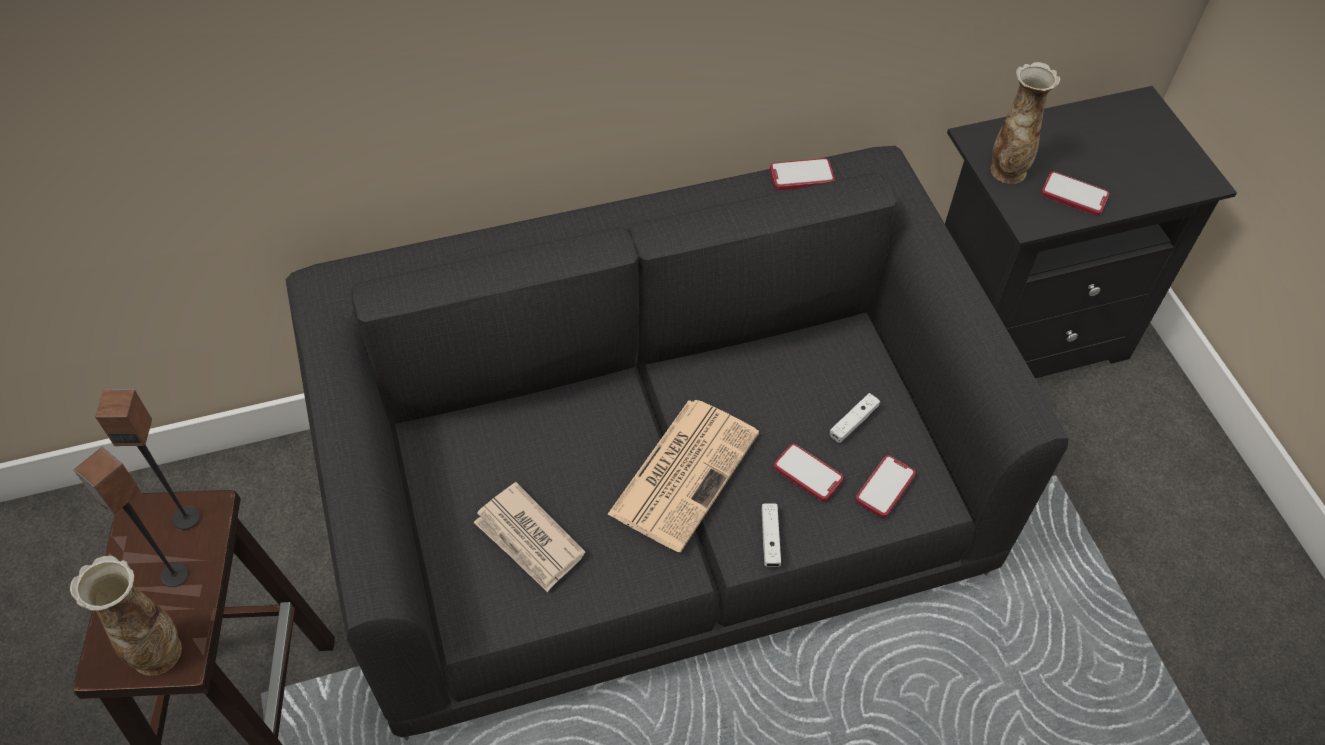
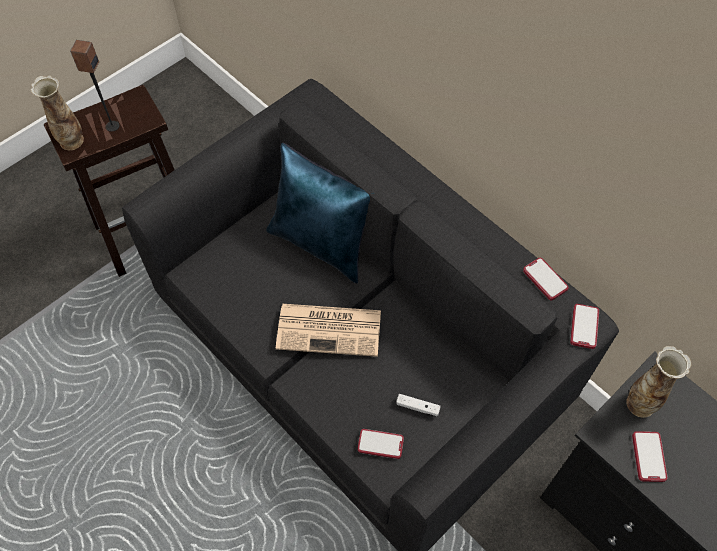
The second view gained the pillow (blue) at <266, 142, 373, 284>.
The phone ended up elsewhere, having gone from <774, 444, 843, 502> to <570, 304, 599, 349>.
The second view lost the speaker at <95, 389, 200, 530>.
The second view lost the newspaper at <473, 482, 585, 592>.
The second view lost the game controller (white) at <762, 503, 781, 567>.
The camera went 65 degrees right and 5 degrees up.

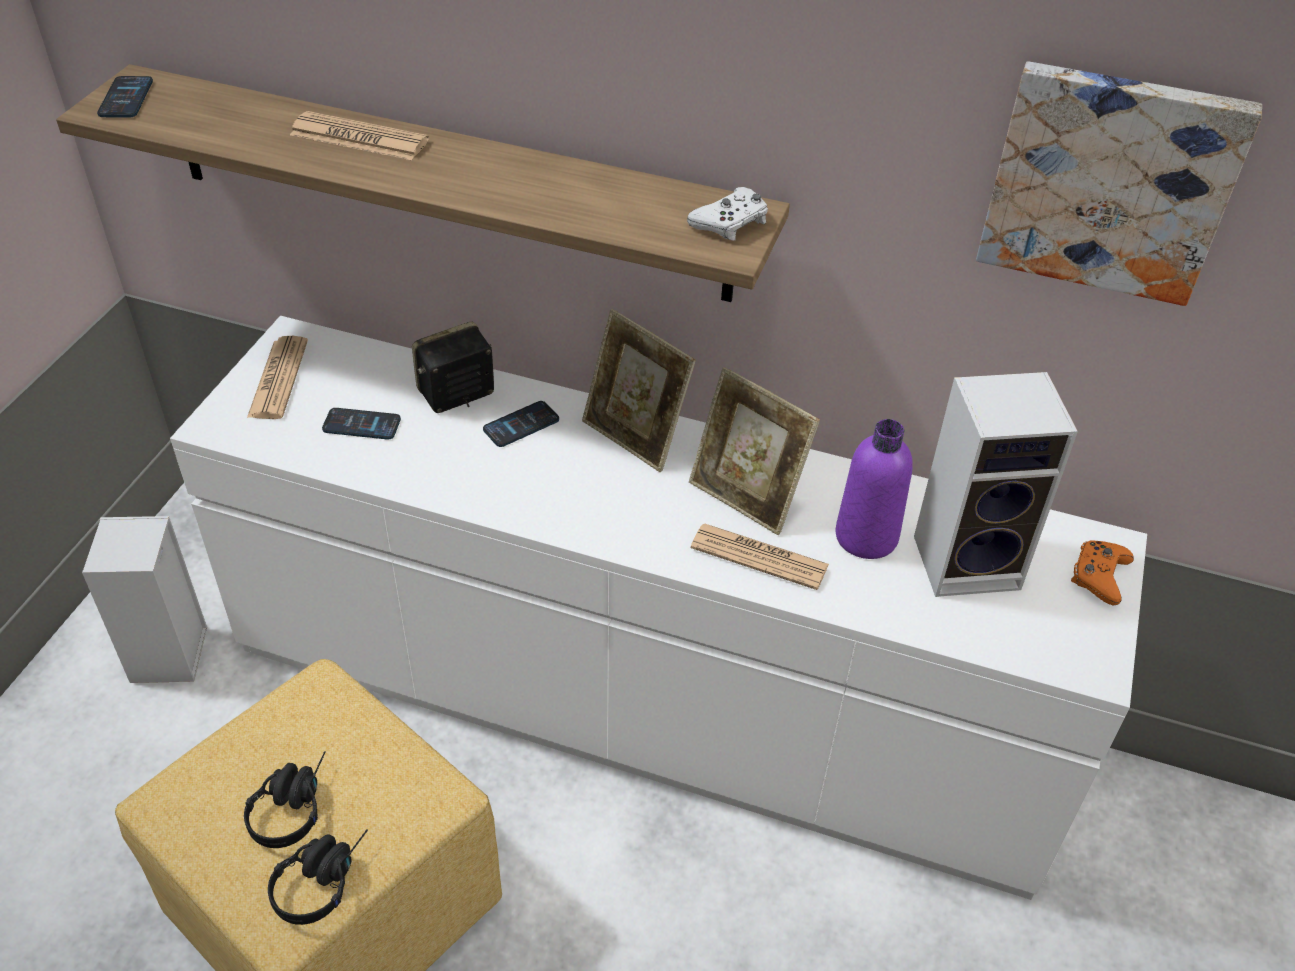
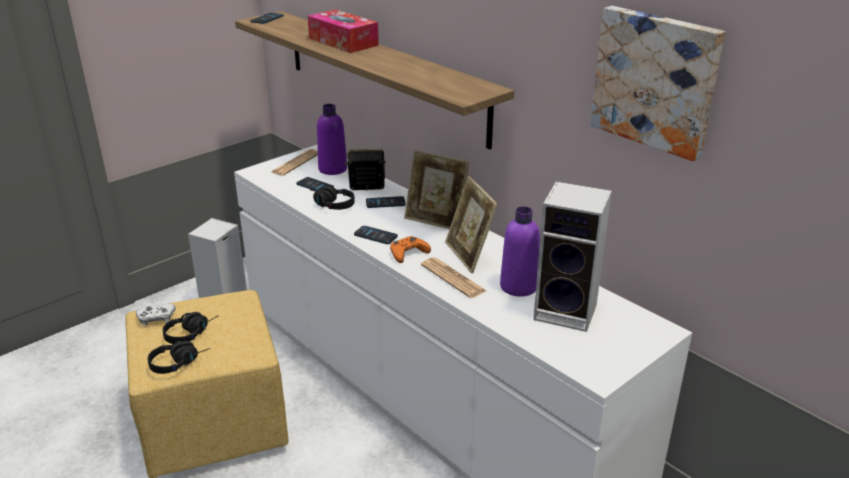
The game controller (white) ended up elsewhere, having gone from <687, 187, 768, 241> to <136, 304, 176, 326>.
Where the newspaper stood at <290, 111, 429, 160>, the tissue box came to stand at <308, 10, 379, 53>.
The second view gained the headphones (black) at <311, 186, 355, 210>.
The second view gained the bottle (purple) at <317, 104, 347, 175>.
The second view gained the phone at <354, 226, 398, 244>.
The game controller (orange) ended up elsewhere, having gone from <1071, 540, 1134, 606> to <390, 236, 431, 263>.
The picture frame at <582, 309, 696, 472> ended up facing another way, 45 degrees counterclockwise from before.
The camera went 30 degrees right and 15 degrees down.

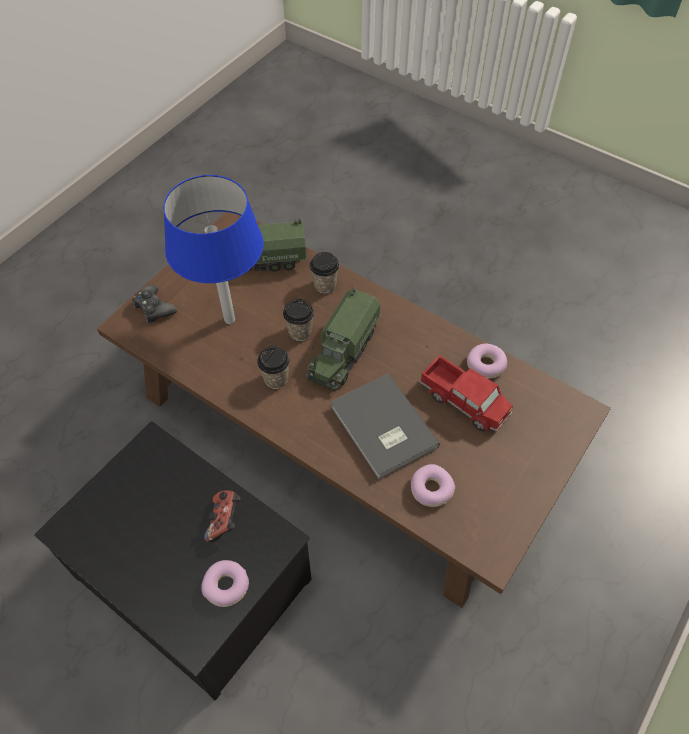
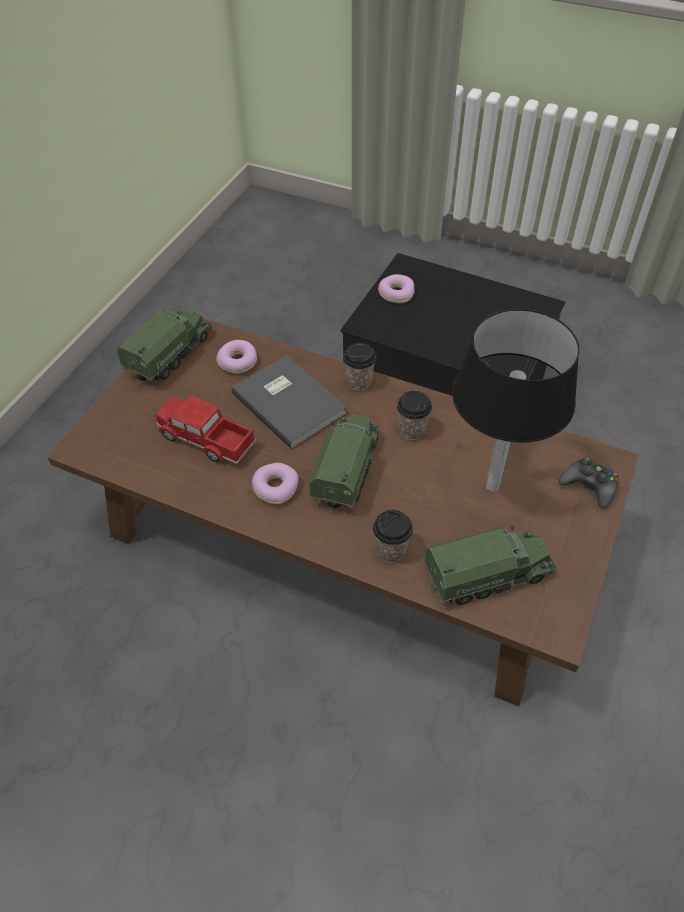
The second view gained the toy truck at <117, 310, 212, 383>.
The donut ended up elsewhere, having gone from <467, 344, 507, 379> to <252, 463, 299, 504>.
The cup ended up elsewhere, having gone from <283, 299, 314, 341> to <343, 343, 376, 391>.
What was the table lamp (blue) at <163, 175, 264, 324> turned into the table lamp (black) at <452, 309, 579, 492>.
The second view lost the game controller at <204, 490, 241, 543>.
The camera went 170 degrees right and 5 degrees down.

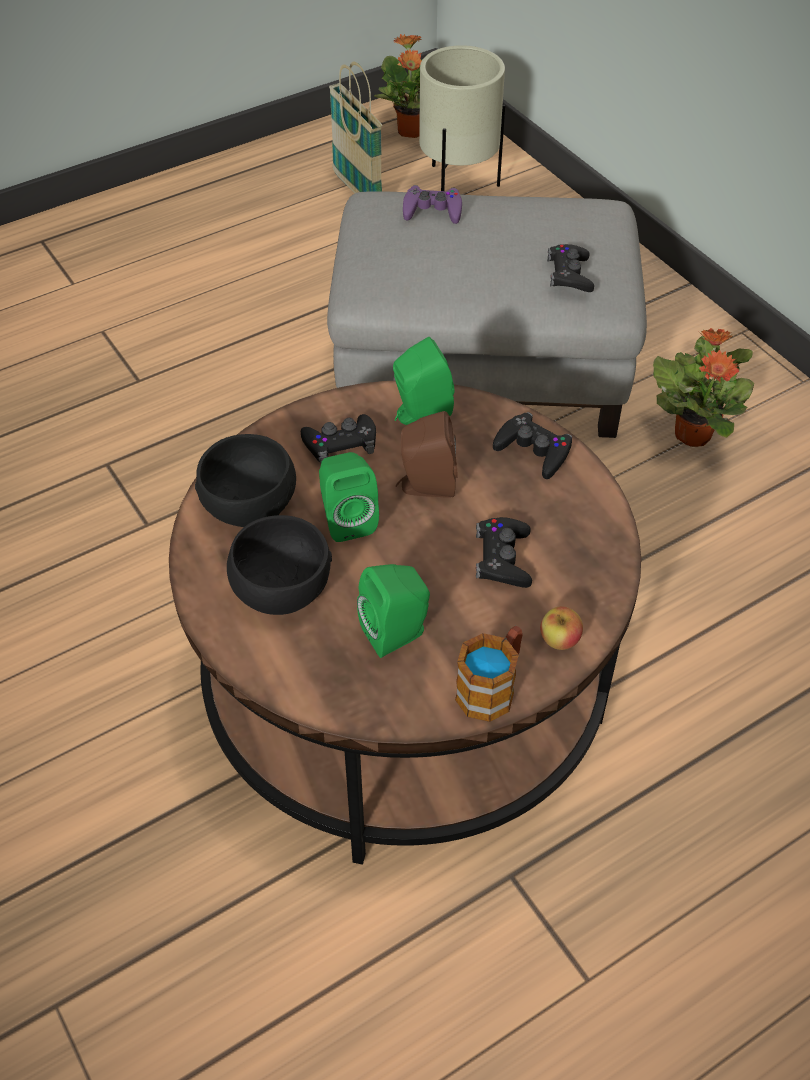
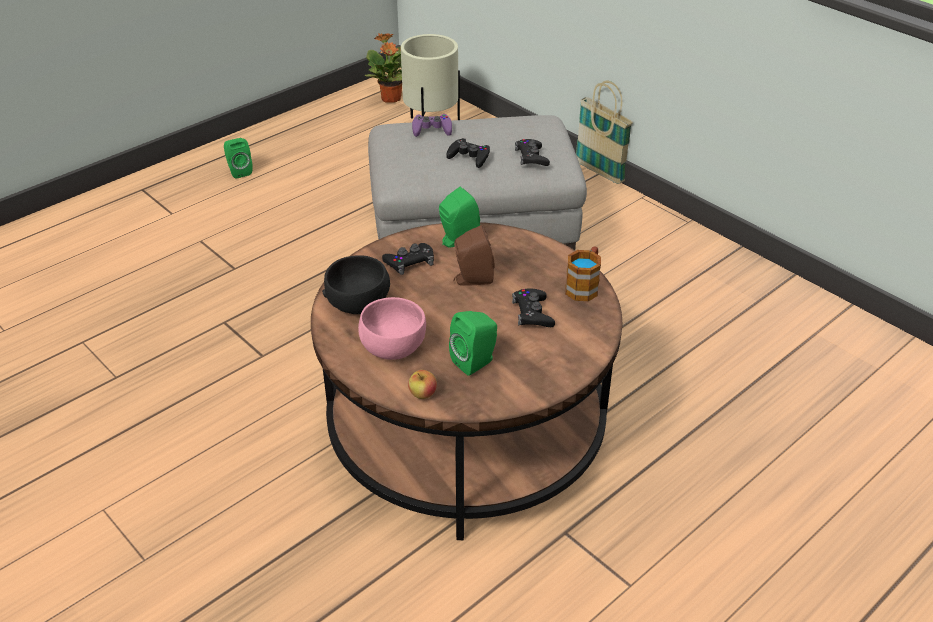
The speaker (green) ended up elsewhere, having gone from <319, 452, 379, 542> to <224, 138, 253, 179>.
What was the bowl (black) at <227, 515, 332, 615> turned into the bowl (pink) at <358, 297, 426, 360>.
The apple ended up elsewhere, having gone from <540, 606, 583, 650> to <408, 370, 437, 399>.
The game controller (black) ended up elsewhere, having gone from <493, 412, 572, 479> to <446, 138, 490, 168>.
The mug ended up elsewhere, having gone from <455, 626, 523, 722> to <565, 247, 601, 301>.
The basket ended up elsewhere, having gone from <329, 62, 382, 193> to <576, 80, 633, 184>.
The second view lost the potted plant at <653, 328, 754, 447>.
The camera went 10 degrees left and 10 degrees down.

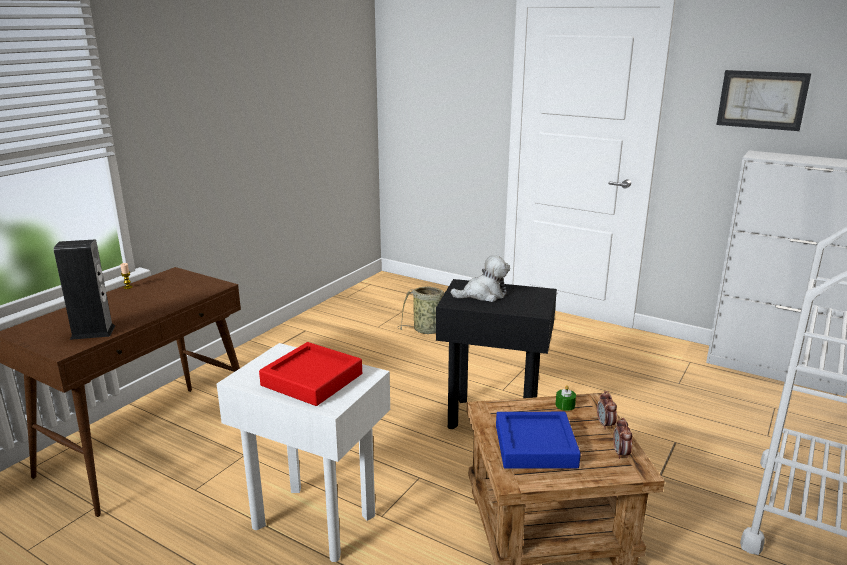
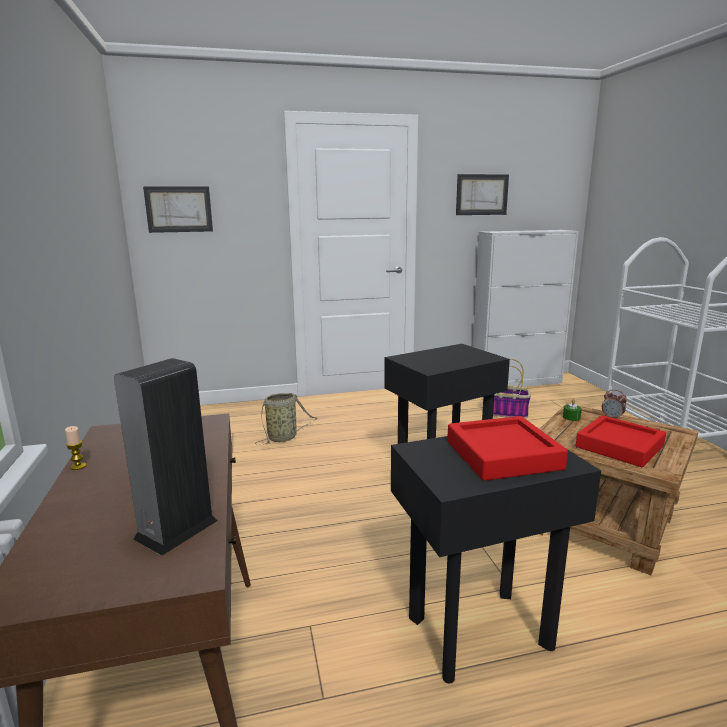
The second view gained the picture at <143, 186, 213, 233>.
What was the side table (white) at <217, 343, 390, 562> turned into the side table (black) at <391, 436, 601, 683>.
The second view gained the basket at <493, 359, 531, 419>.
What was the tray (blue) at <496, 412, 581, 469> turned into the tray (red) at <576, 415, 666, 467>.
The second view lost the plush toy at <450, 255, 510, 302>.
The second view lost the alarm clock at <613, 418, 632, 459>.
The camera went 45 degrees left and 5 degrees down.

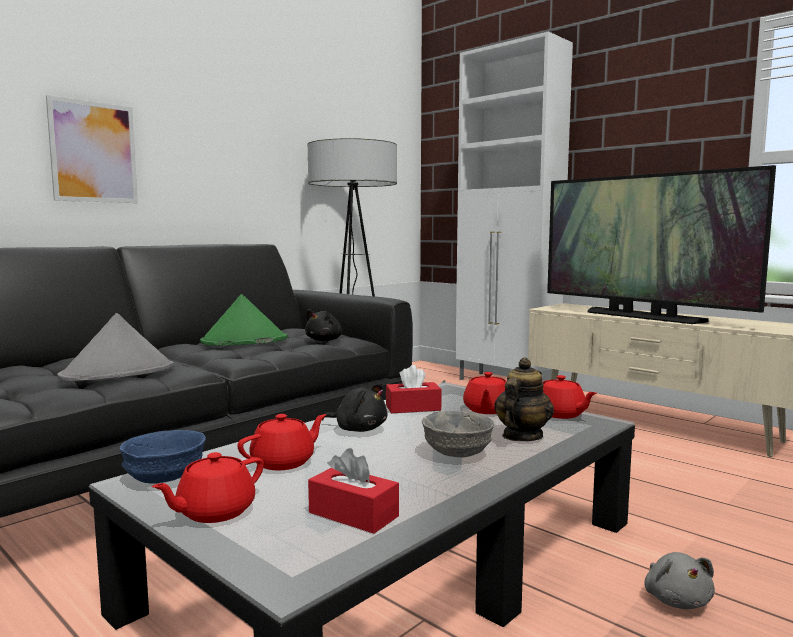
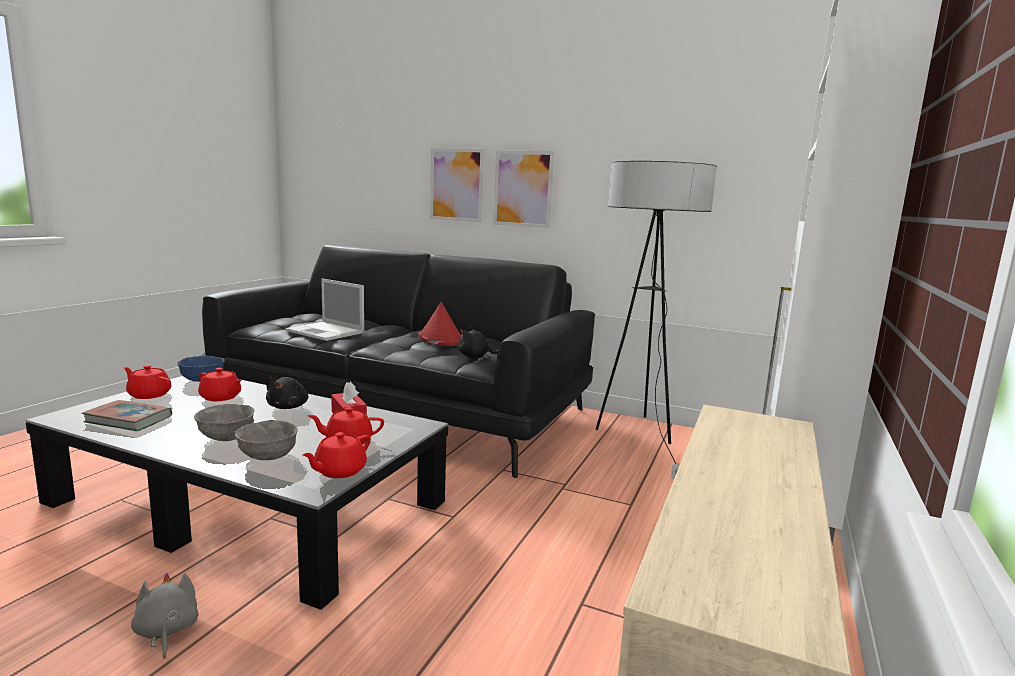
Where the tissue box (red) stood at <308, 448, 399, 534>, the book came to stand at <82, 400, 172, 431>.
The plush toy (grey) at <645, 552, 715, 609> ended up facing another way, 90 degrees clockwise from before.
Where the teapot stood at <494, 357, 554, 441>, the bowl (grey) came to stand at <235, 420, 298, 460>.
Where the hat (grey) stood at <57, 313, 174, 381>, the laptop came to stand at <285, 278, 364, 341>.
What was the hat (green) at <200, 294, 288, 346> turned into the hat (red) at <418, 302, 462, 346>.
The second view gained the picture at <493, 151, 554, 228>.
The second view lost the television at <547, 165, 776, 324>.
The camera went 70 degrees right and 5 degrees up.

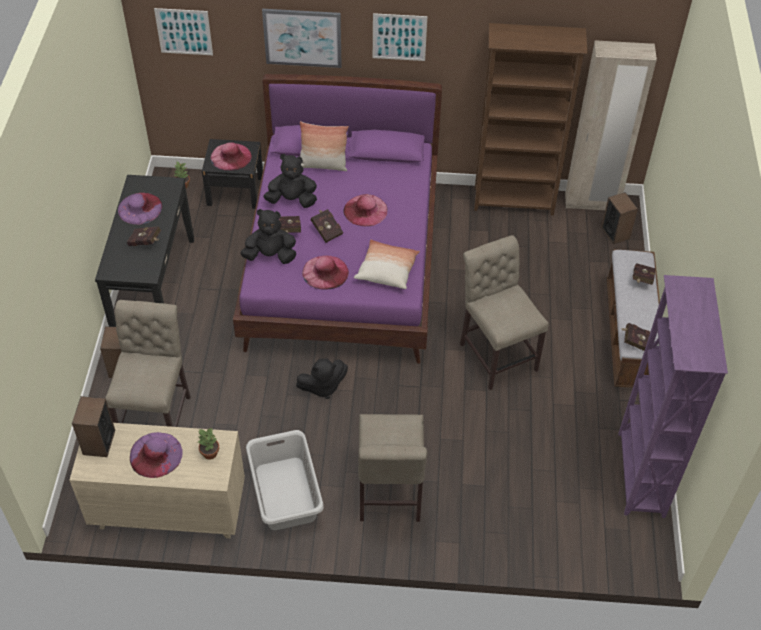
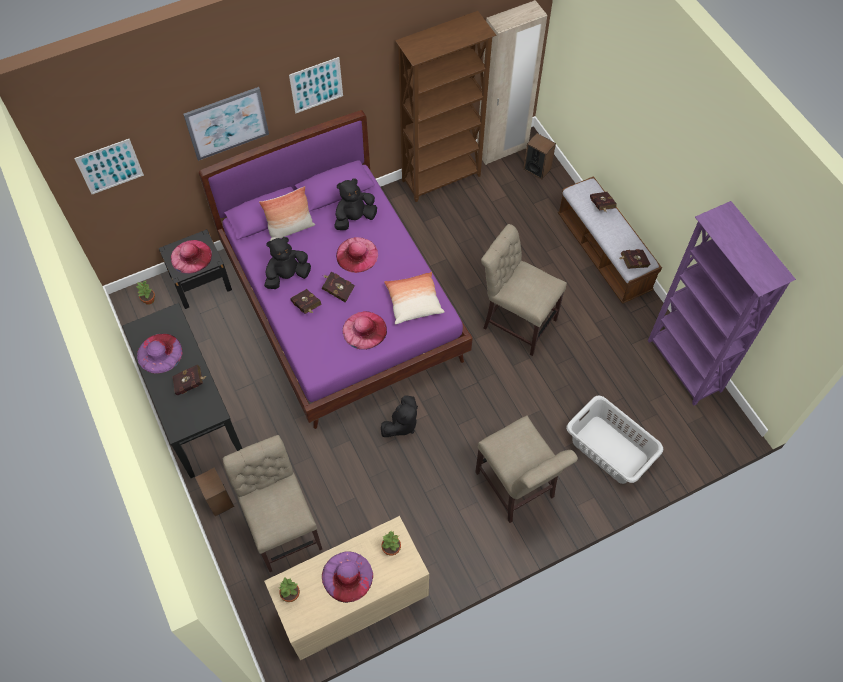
Where the speaker stood at <72, 396, 115, 457>, the potted plant came to stand at <279, 578, 300, 602>.
The plush toy (black) ended up elsewhere, having gone from <240, 209, 296, 264> to <334, 178, 377, 230>.
The laundry basket (grey) ended up elsewhere, having gone from <246, 430, 324, 530> to <566, 396, 663, 484>.
The camera went 30 degrees left and 10 degrees up.

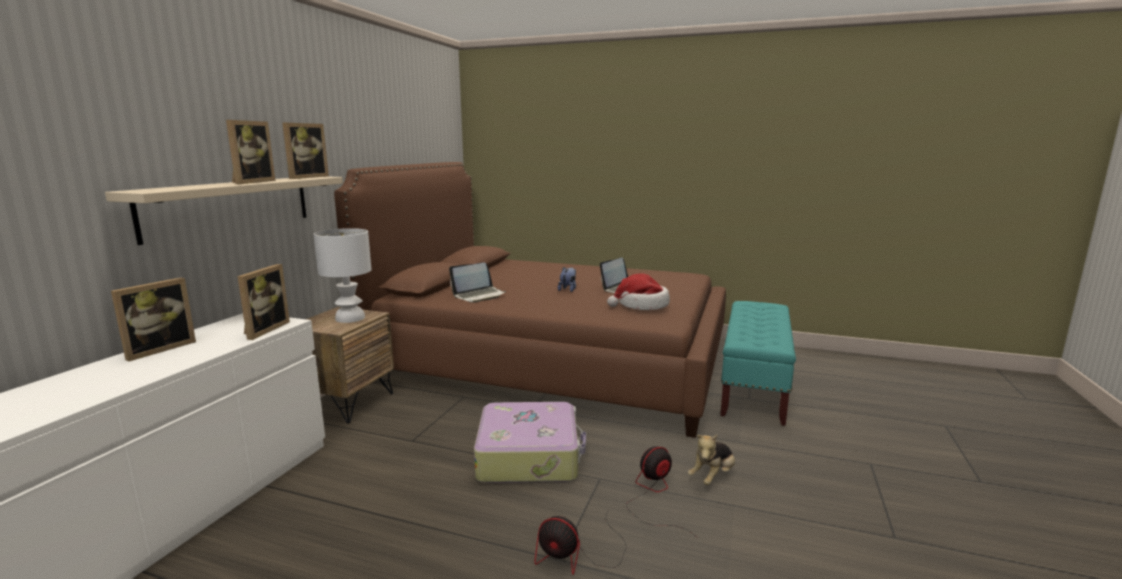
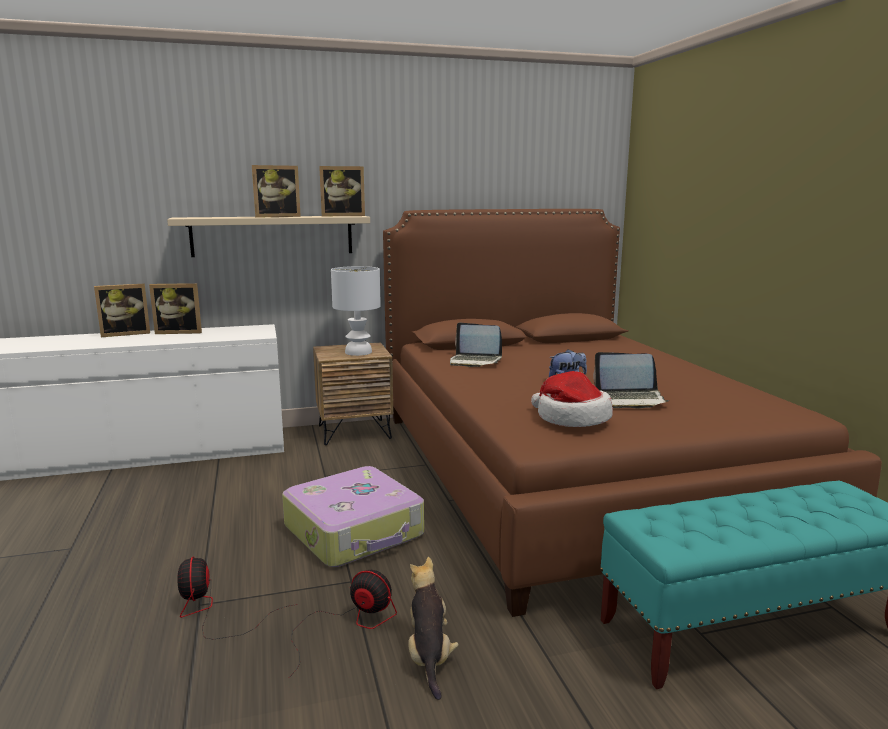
The picture frame ended up elsewhere, having gone from <237, 264, 290, 340> to <94, 283, 150, 337>.
The plush toy at <688, 435, 735, 485> ended up facing another way, 75 degrees clockwise from before.
The camera went 55 degrees right and 0 degrees up.

